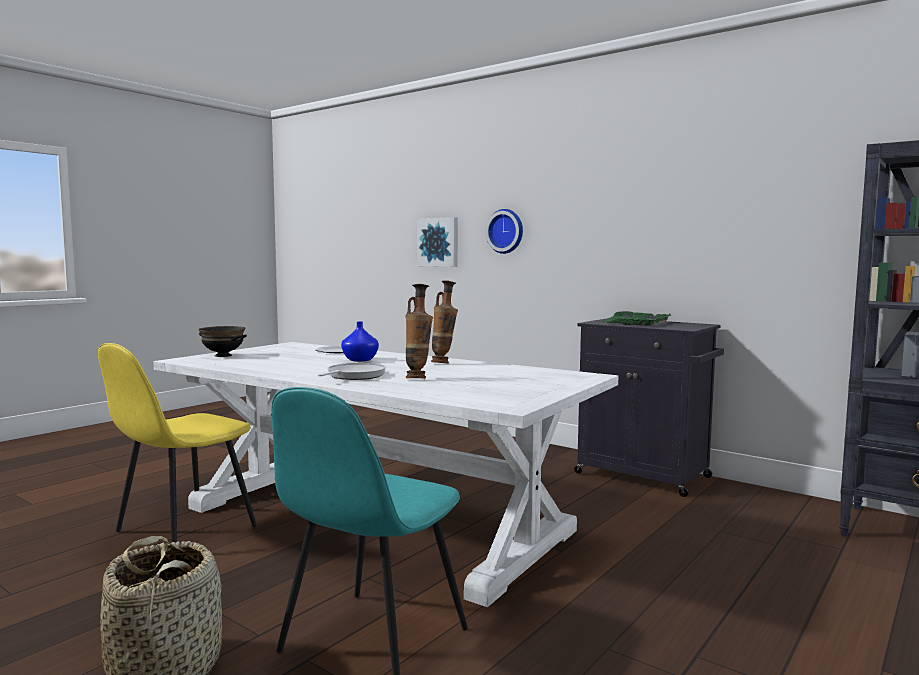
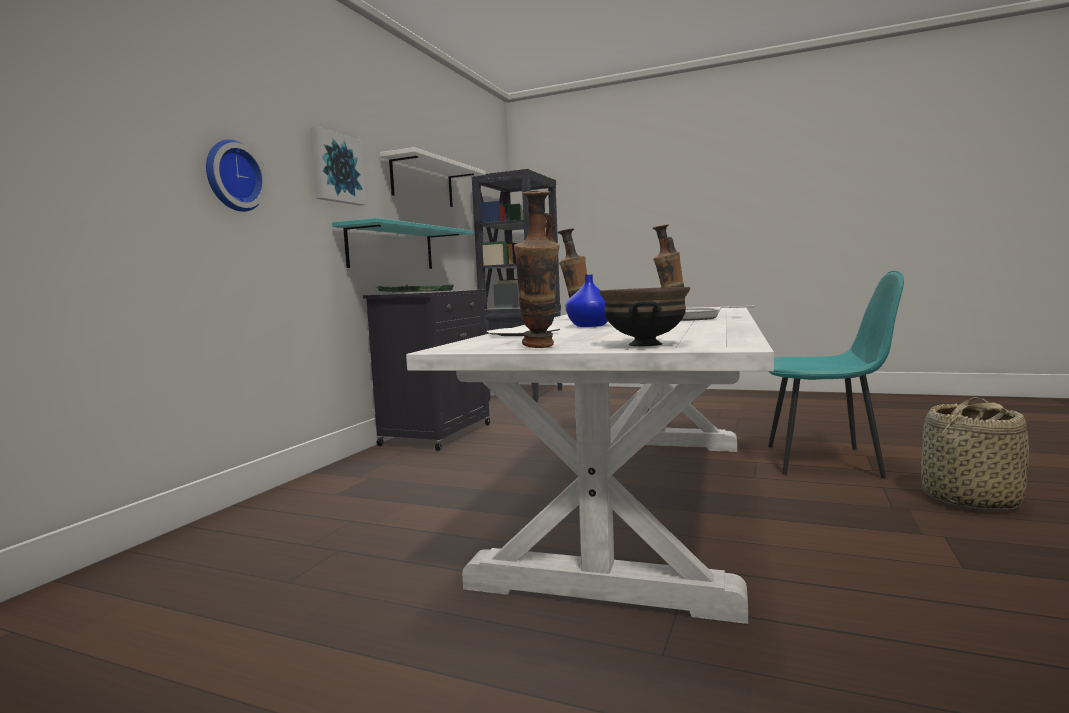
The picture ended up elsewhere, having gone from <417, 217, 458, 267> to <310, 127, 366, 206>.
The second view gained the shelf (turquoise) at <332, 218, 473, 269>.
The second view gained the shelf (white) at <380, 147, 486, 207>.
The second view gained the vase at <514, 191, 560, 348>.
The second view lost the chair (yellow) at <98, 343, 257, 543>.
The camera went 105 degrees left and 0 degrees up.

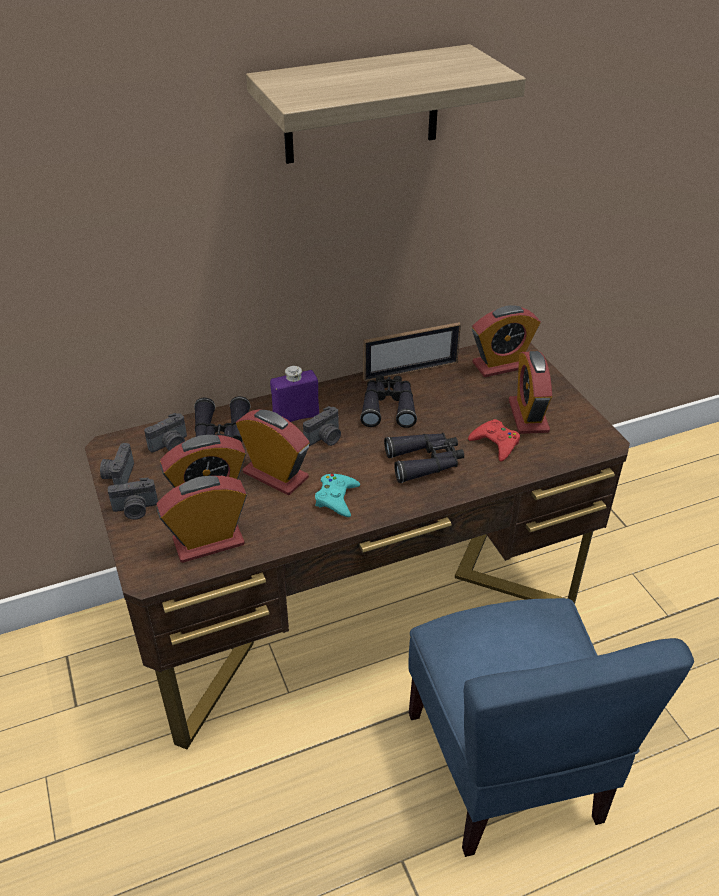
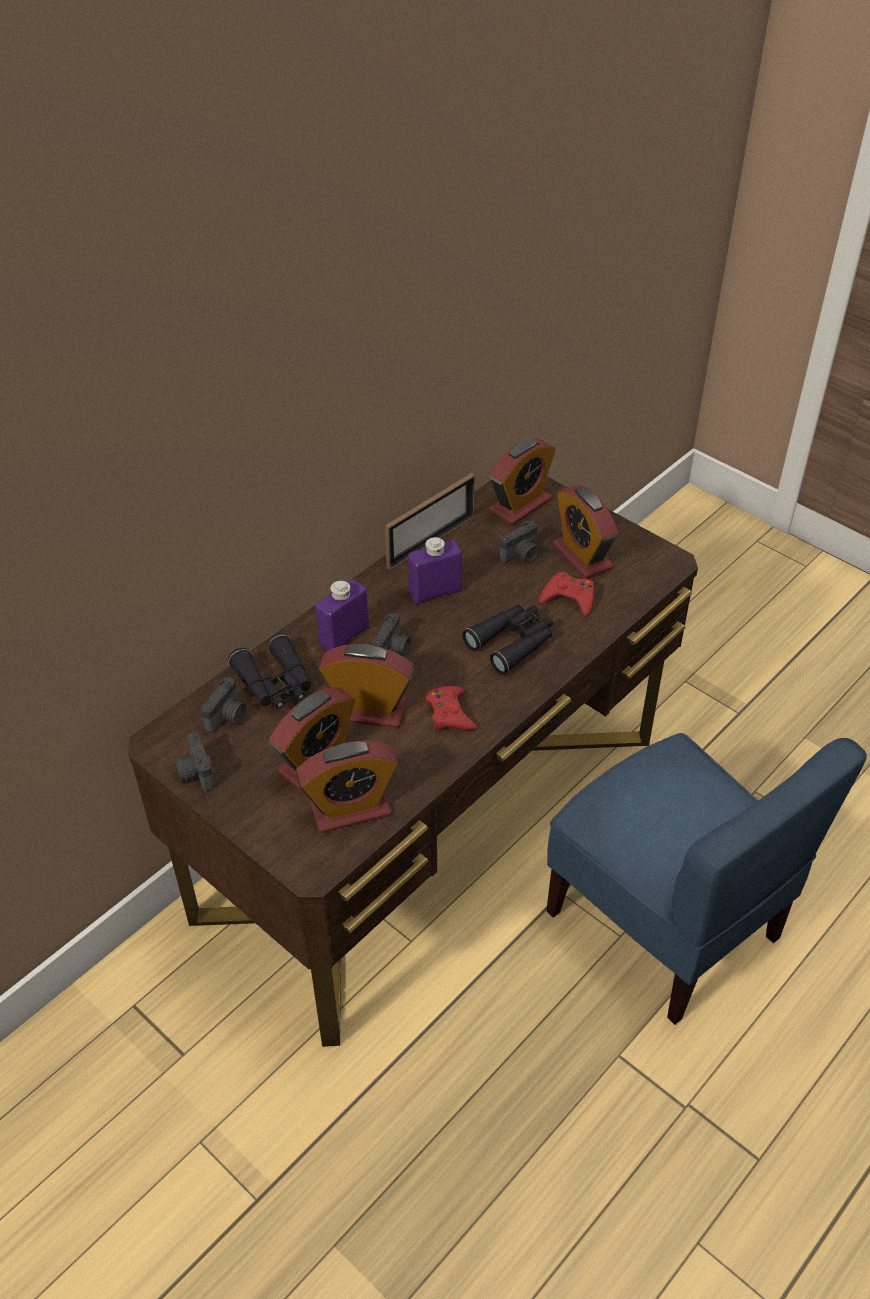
The alarm clock at <157, 476, 247, 563> ended up facing another way, 150 degrees counterclockwise from before.
Where the binoculars (black) stood at <360, 375, 417, 428>, the bottle (purple) came to stand at <408, 537, 462, 604>.
What was the game controller (turquoise) at <315, 474, 360, 517> turned into the game controller (red) at <426, 686, 477, 730>.
The photo camera ended up elsewhere, having gone from <108, 478, 158, 520> to <499, 521, 540, 564>.
The second view lost the shelf at <246, 44, 526, 164>.
The camera went 25 degrees left and 5 degrees up.

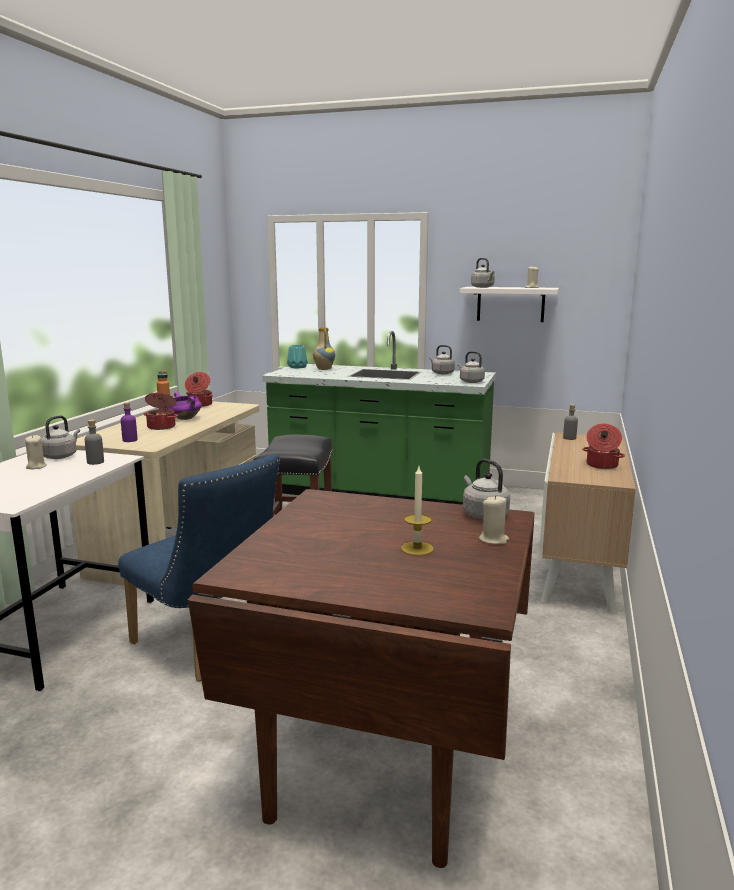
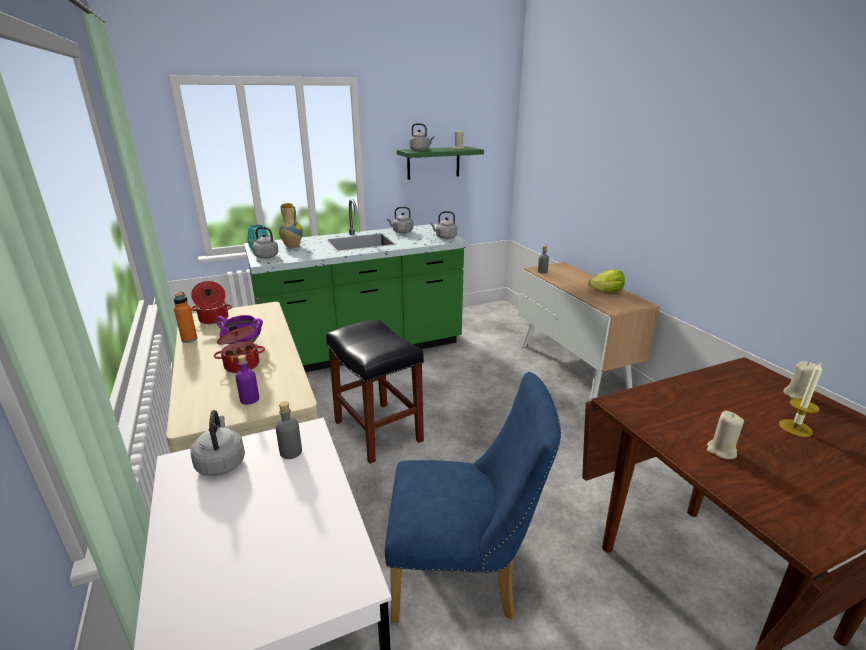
The kettle (grey) ended up elsewhere, having gone from <463, 459, 510, 520> to <249, 227, 278, 258>.
What was the shelf (white) at <460, 287, 559, 322> turned into the shelf (green) at <397, 147, 484, 180>.
Where the cooking pot stood at <582, 424, 625, 469>, the lettuce came to stand at <589, 269, 625, 292>.
The candle (beige) ended up elsewhere, having gone from <25, 435, 47, 469> to <707, 411, 744, 459>.
The camera went 40 degrees left and 10 degrees up.

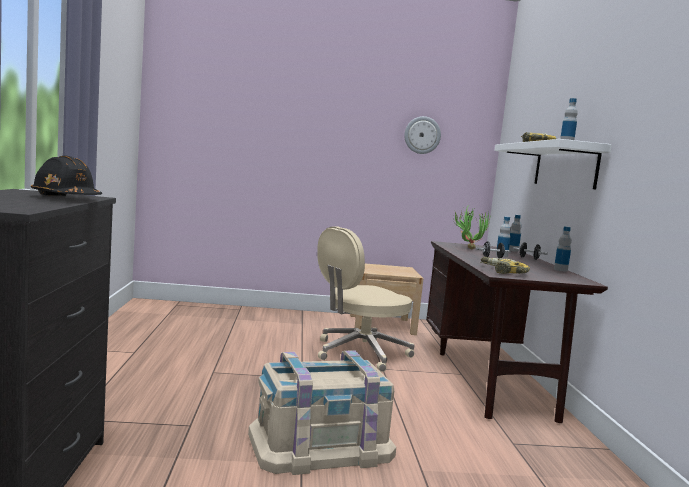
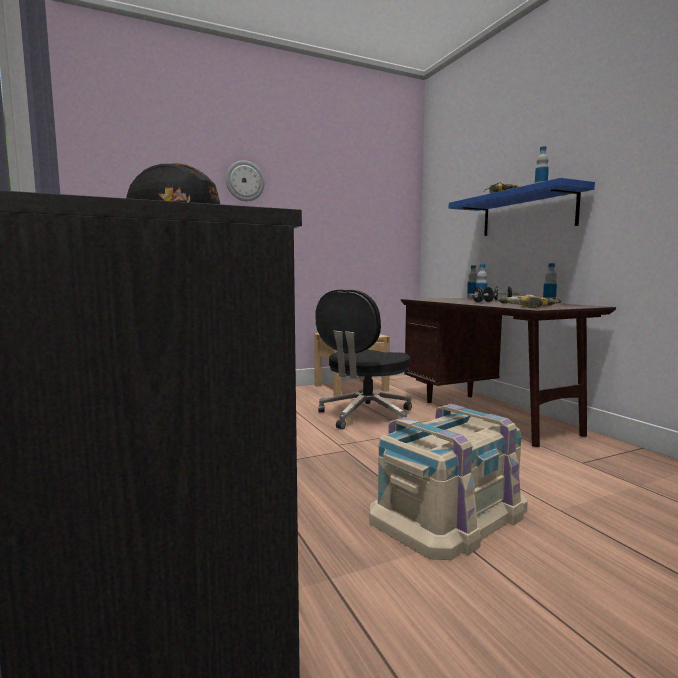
The wall clock ended up elsewhere, having gone from <404, 116, 441, 154> to <226, 160, 265, 201>.
What was the office chair (beige) at <317, 226, 415, 372> turned into the office chair (black) at <315, 290, 412, 429>.
What was the shelf (white) at <494, 139, 612, 189> turned into the shelf (blue) at <449, 178, 595, 236>.
The second view lost the potted plant at <453, 204, 491, 249>.
The camera went 20 degrees left and 0 degrees up.

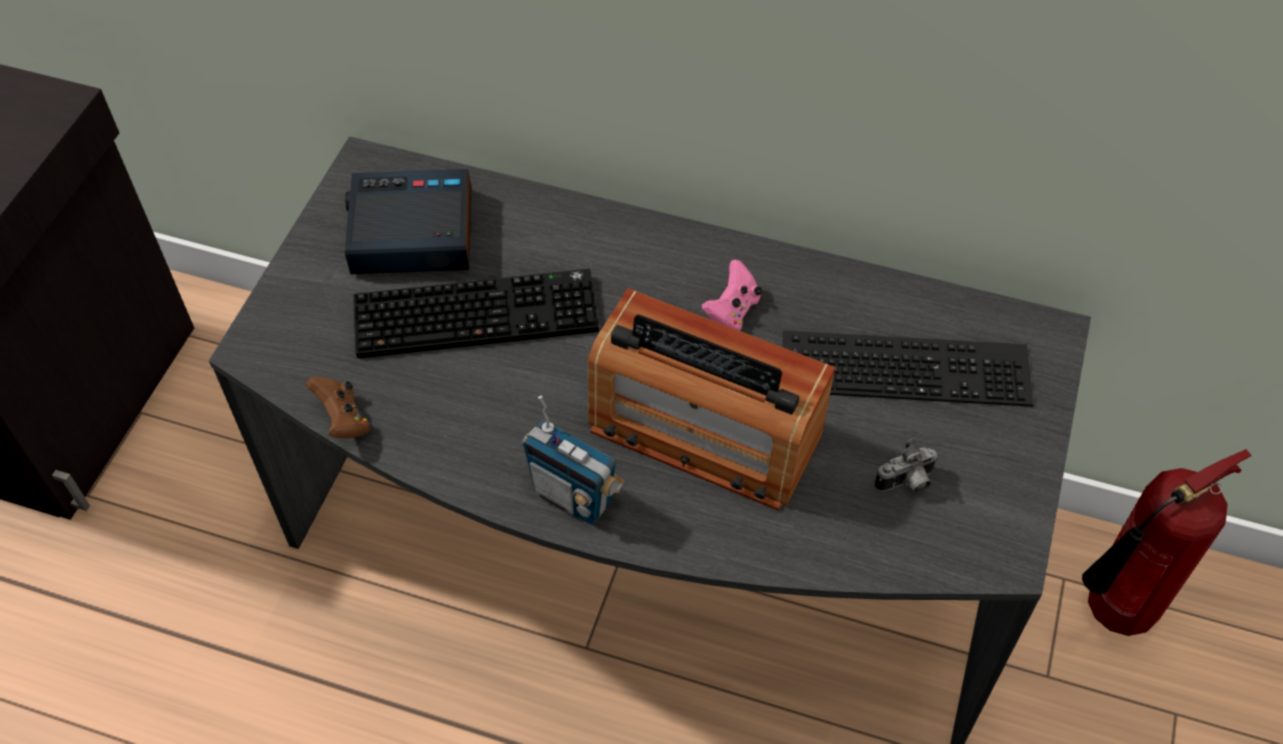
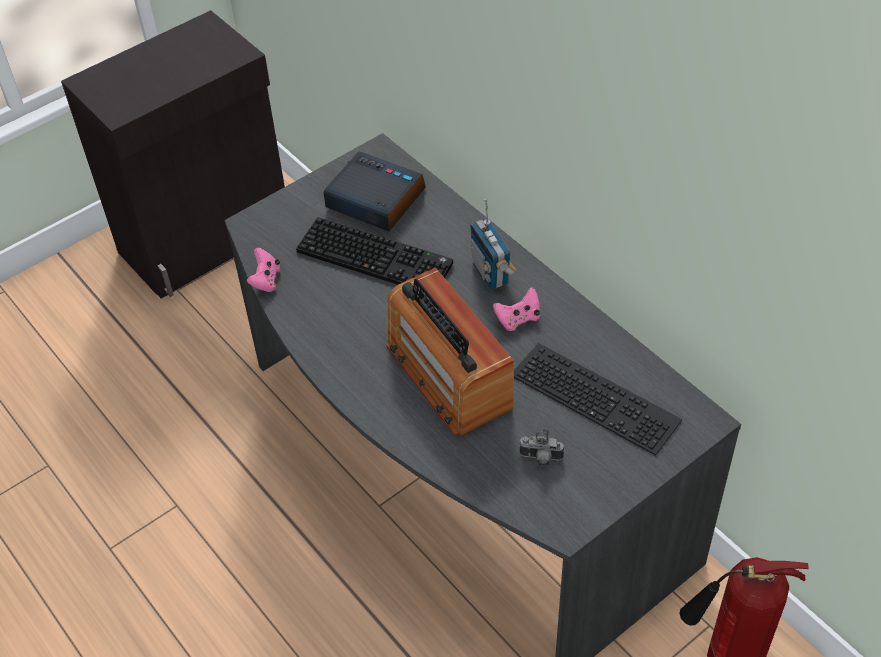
What was the game controller (brown) at <306, 377, 370, 439> turned into the game controller (pink) at <247, 248, 280, 292>.
The radio ended up elsewhere, having gone from <522, 396, 625, 525> to <470, 199, 516, 289>.
The camera went 35 degrees right and 5 degrees down.

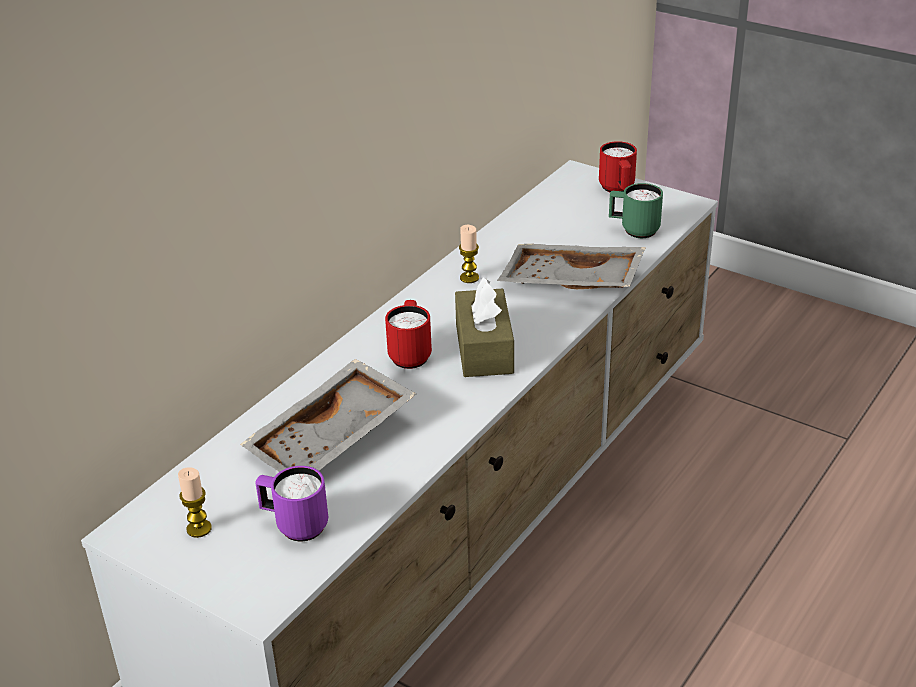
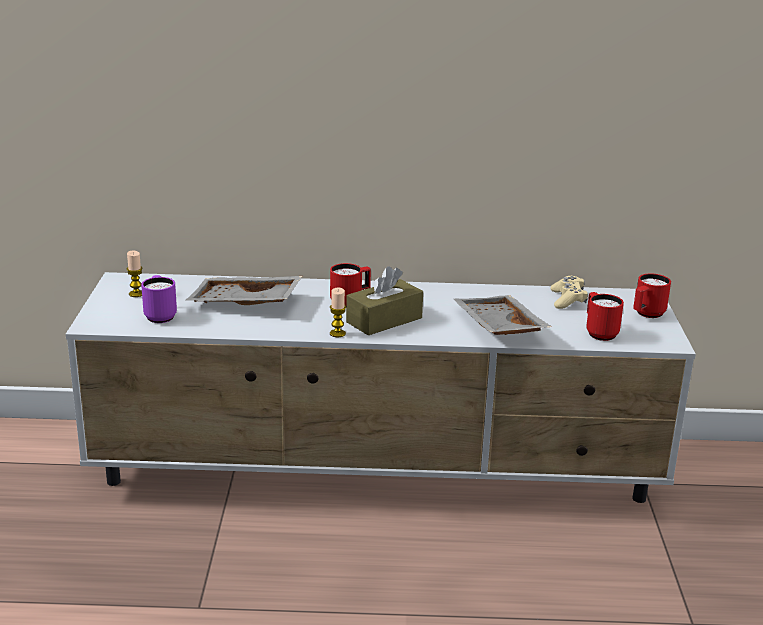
The candle ended up elsewhere, having gone from <459, 225, 479, 283> to <330, 288, 346, 337>.
The second view gained the game controller (beige) at <550, 276, 588, 309>.
What was the mug (green) at <609, 183, 663, 238> turned into the mug (red) at <586, 292, 624, 341>.
The camera went 55 degrees right and 10 degrees down.

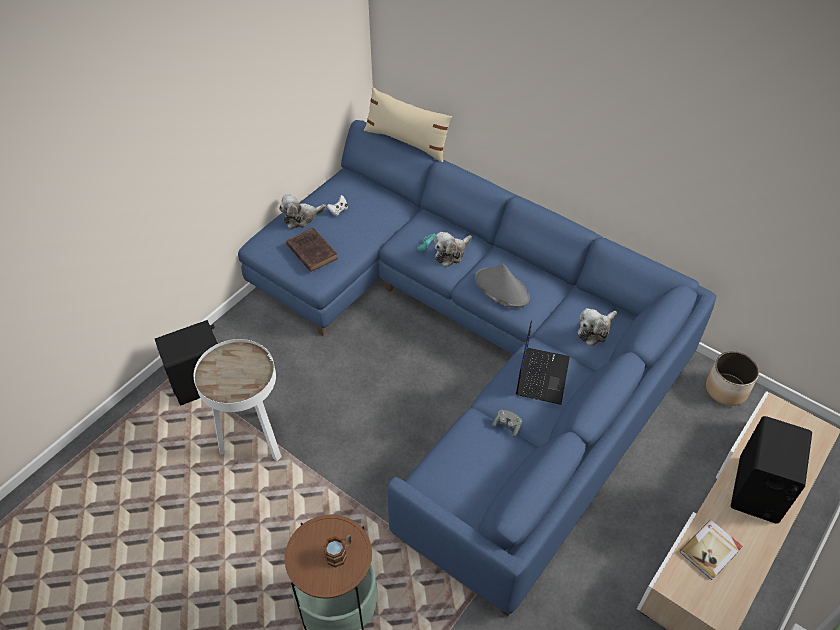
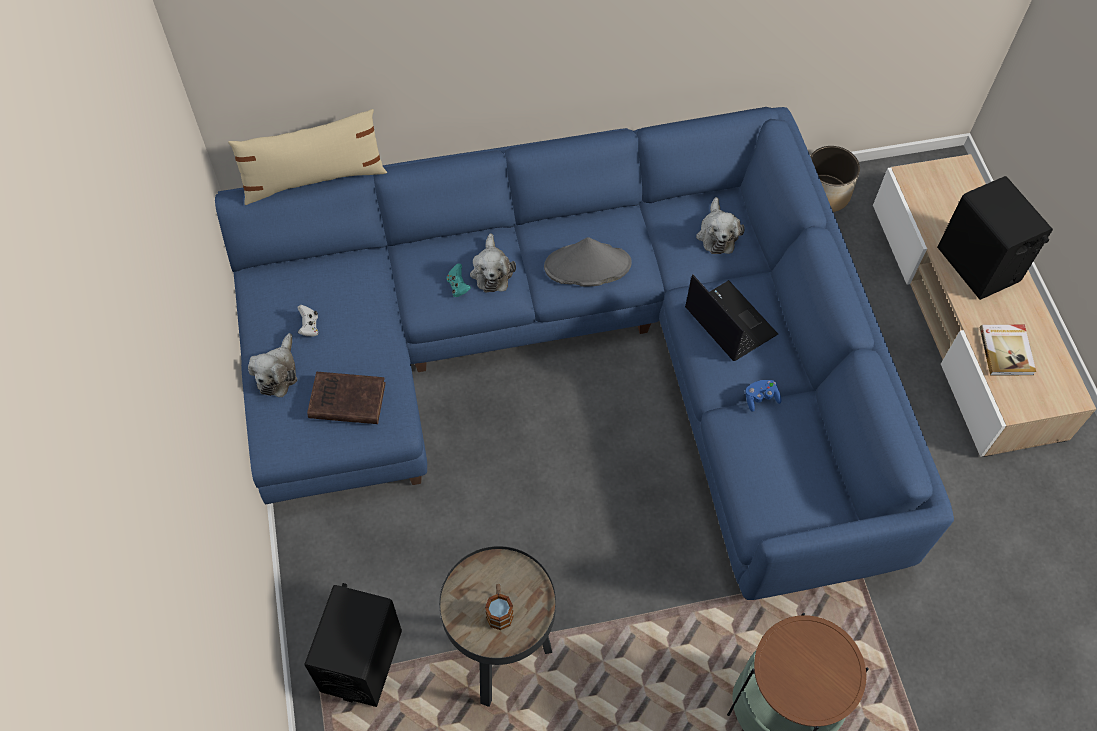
What was the side table (white) at <194, 339, 282, 461> turned into the side table (black) at <439, 546, 556, 707>.
The mug ended up elsewhere, having gone from <323, 534, 351, 568> to <485, 584, 514, 630>.
What was the game controller (grey) at <492, 410, 522, 437> turned into the game controller (blue) at <745, 380, 781, 412>.
The camera went 50 degrees left and 10 degrees up.

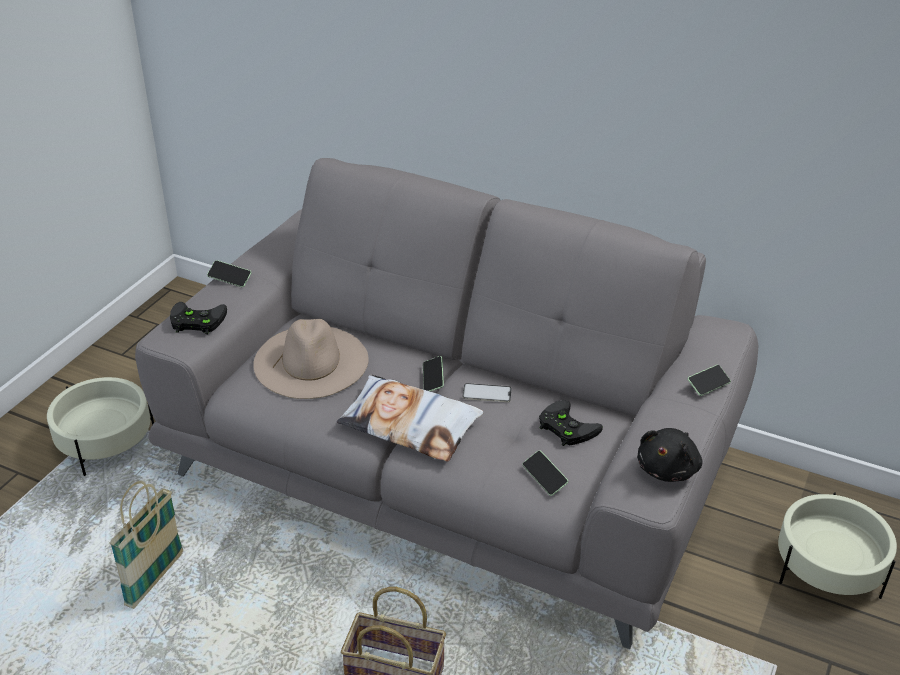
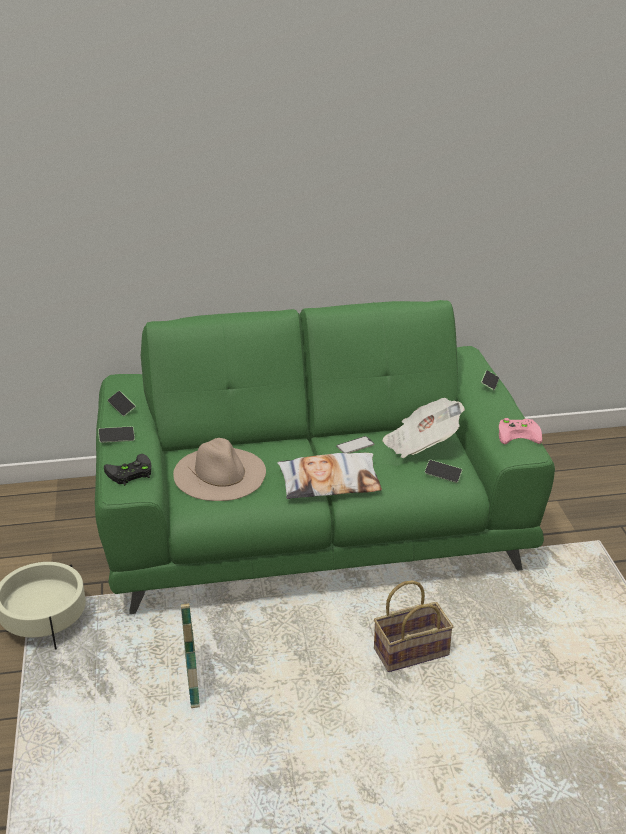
What was the sofa (grey) at <135, 158, 759, 649> turned into the sofa (green) at <95, 300, 555, 614>.
The phone ended up elsewhere, having gone from <423, 356, 444, 392> to <108, 391, 136, 416>.
Where the game controller (black) stood at <539, 400, 603, 446>, the newspaper came to stand at <383, 398, 465, 458>.
Where the plush toy (black) stood at <637, 428, 702, 482>, the game controller (pink) came to stand at <499, 418, 542, 444>.
The second view lost the planter (beige) at <778, 493, 897, 599>.
The camera went 35 degrees left and 5 degrees down.

